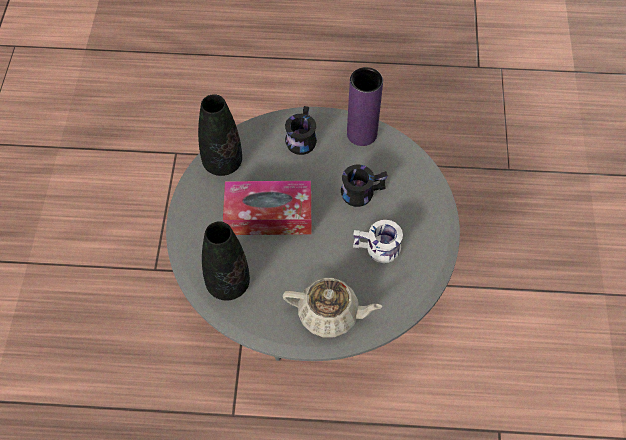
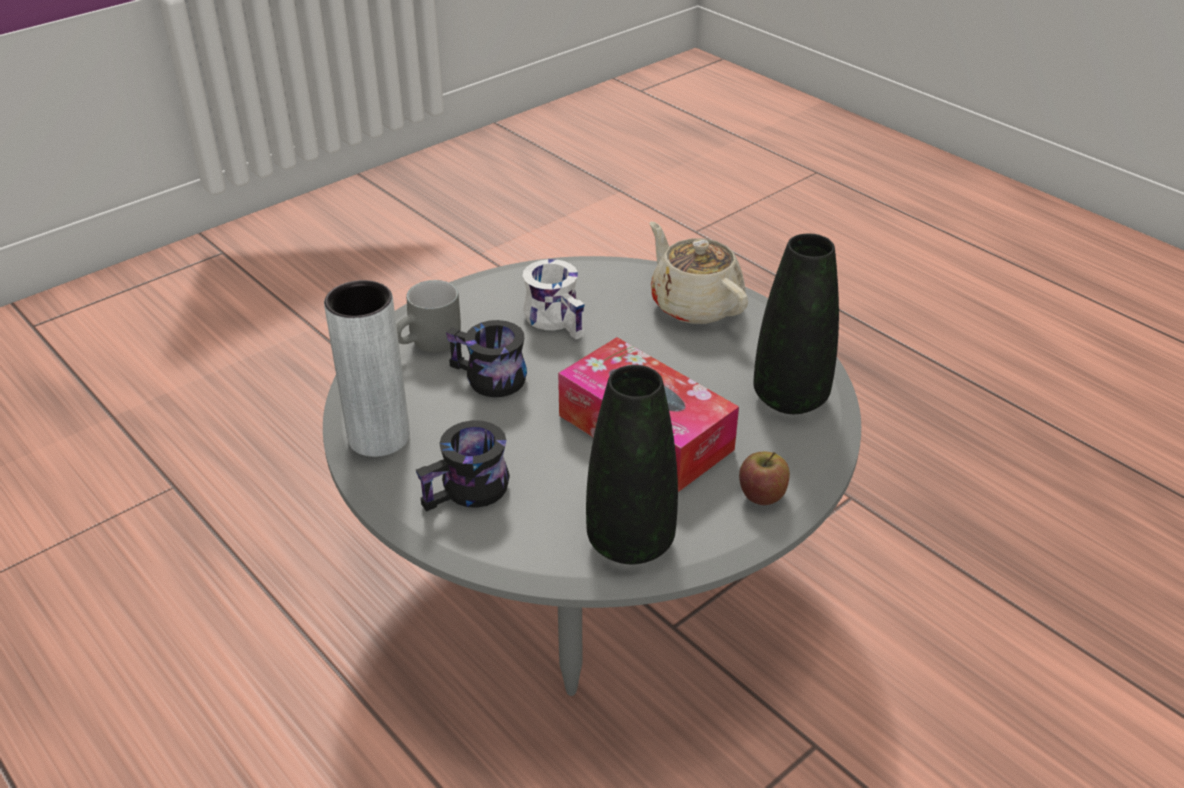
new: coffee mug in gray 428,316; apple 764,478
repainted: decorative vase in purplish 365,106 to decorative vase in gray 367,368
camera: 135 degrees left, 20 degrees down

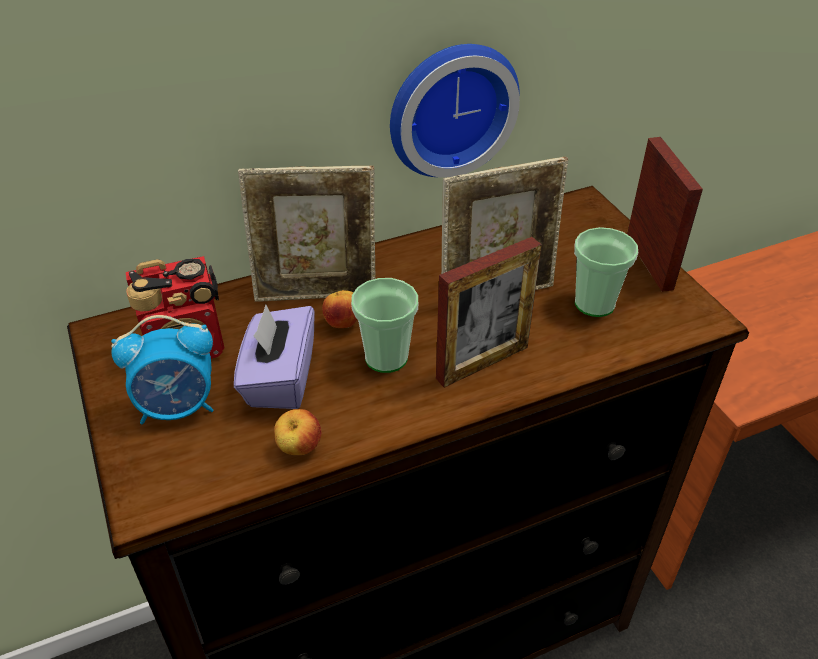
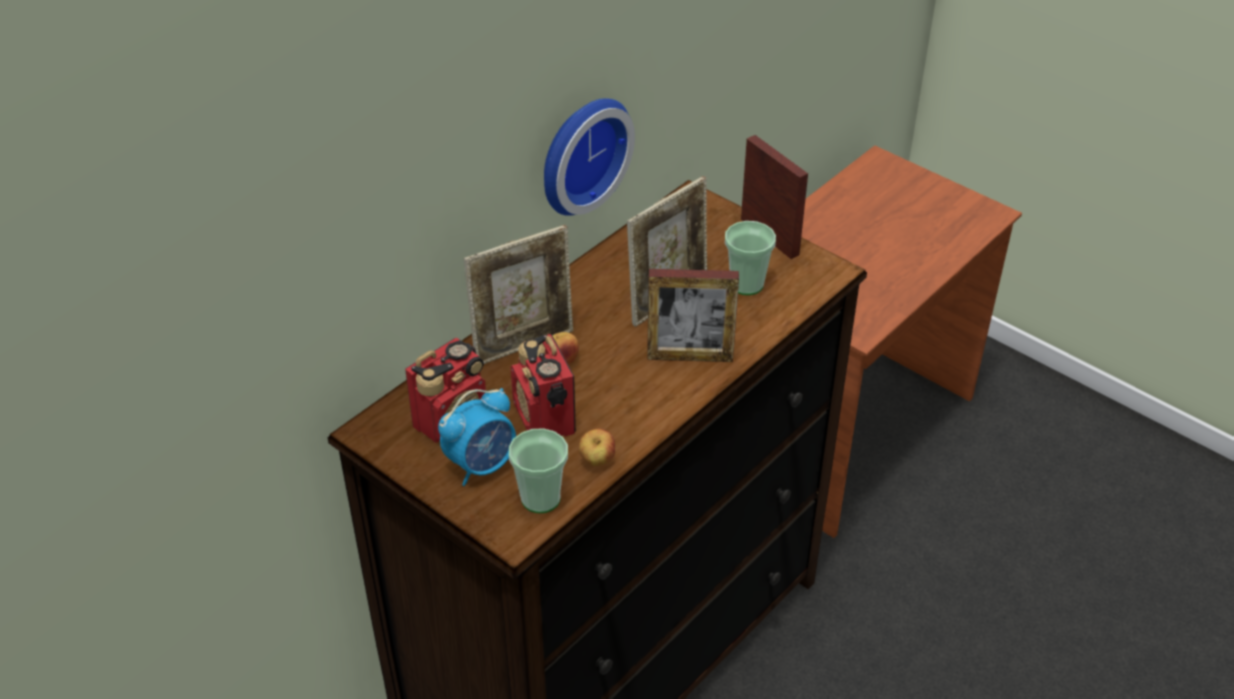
shifted: cup 384,325 to 538,470
swapped: tissue box in purplish 274,357 to radio receiver 543,385
rotated: photo frame 489,312 = 693,315 60 degrees clockwise
camera: 25 degrees left, 0 degrees up

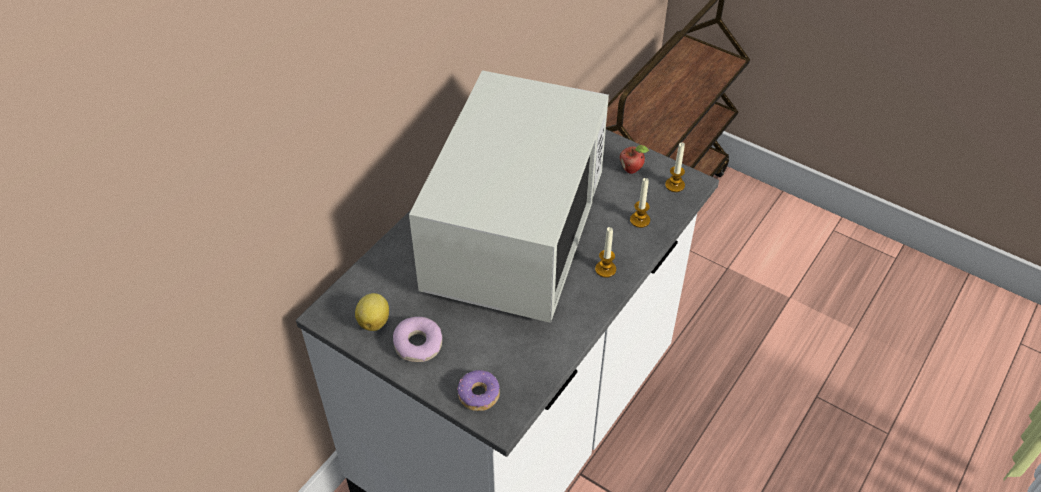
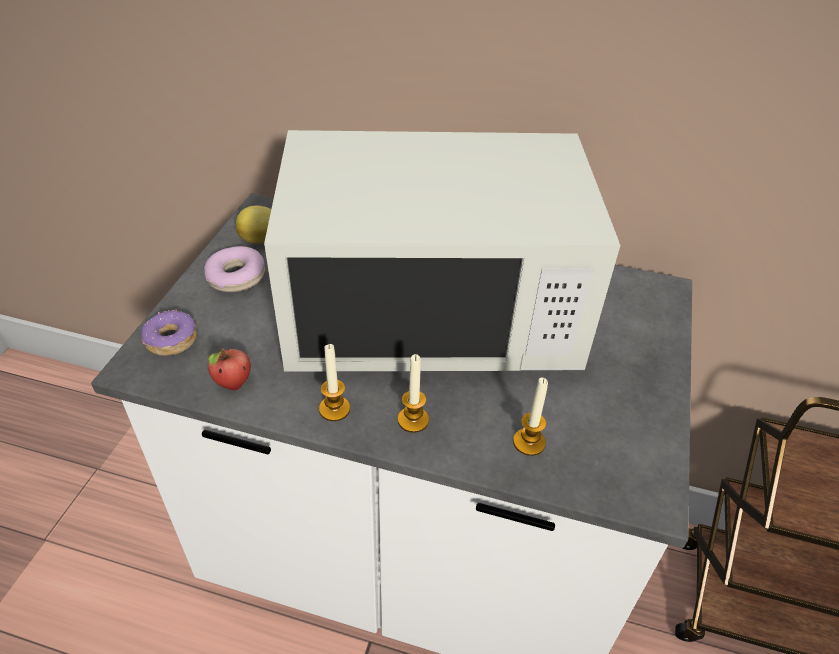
shifted: wax candle 675,167 to 334,382; apple 634,159 to 229,369
camera: 70 degrees right, 5 degrees down

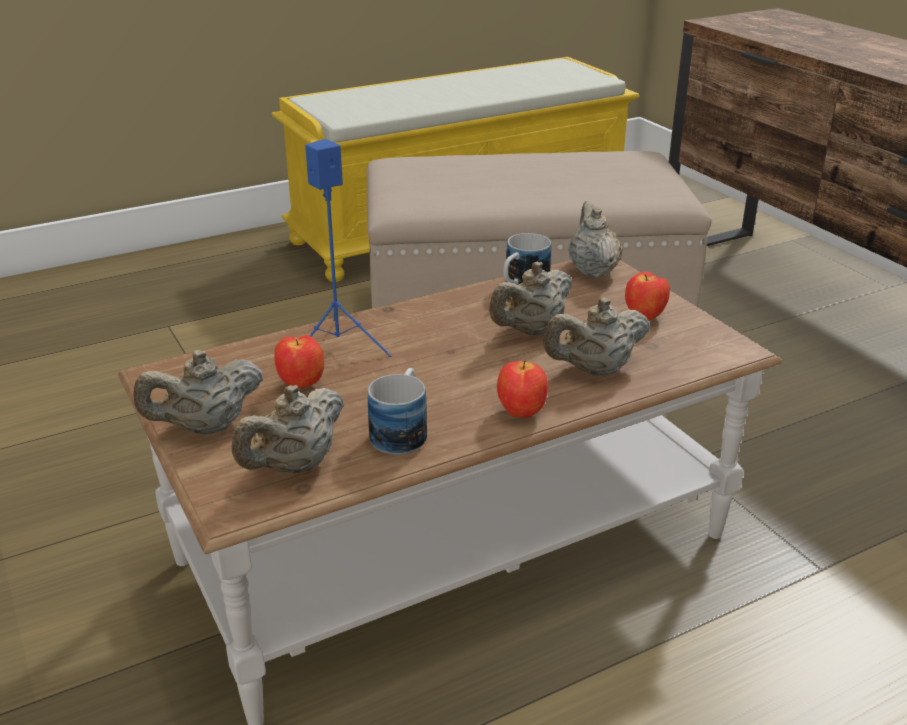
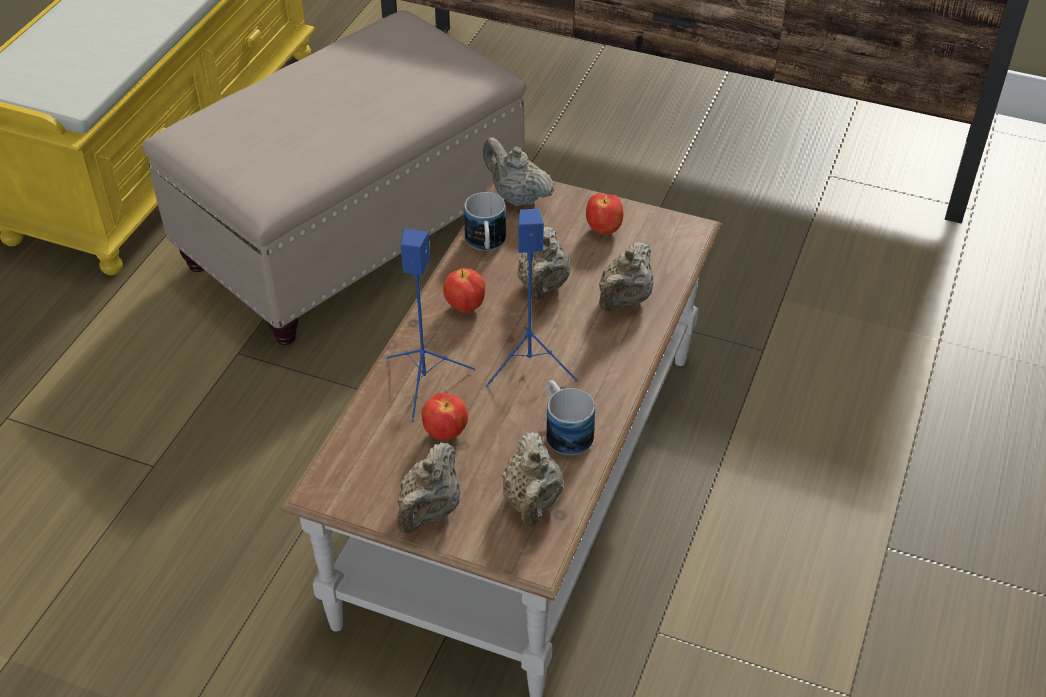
new: speaker in blue 532,298
shifted: apple 522,389 to 464,290
camera: 40 degrees left, 15 degrees up

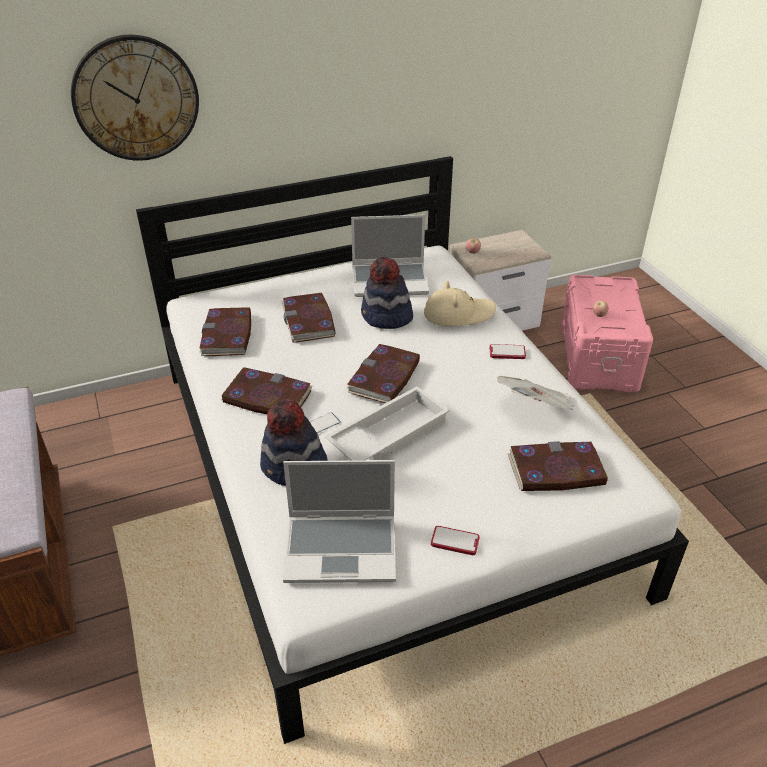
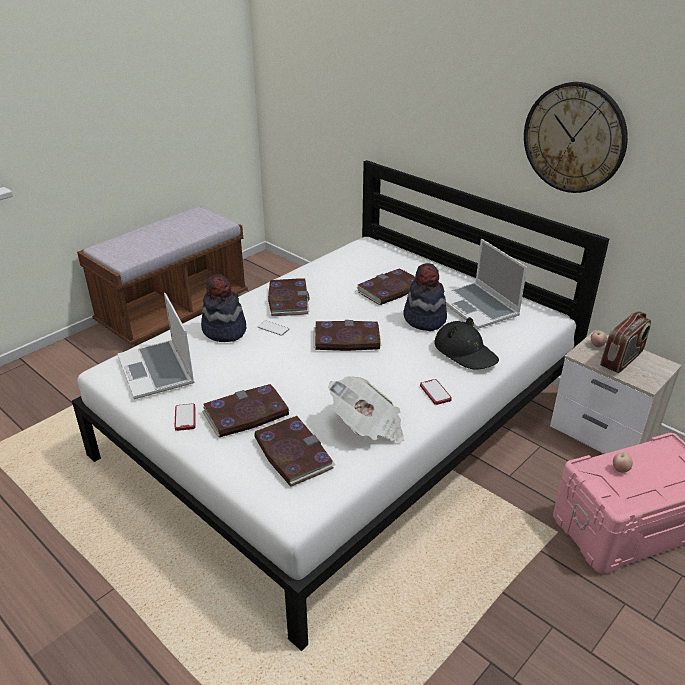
gone: serving tray in white-coloured 387,423
new: radio receiver 625,342
shifted: hanging clock 135,98 to 576,137; bound book 225,331 to 246,411
repainted: clothing hat in sand-coloured 460,303 to clothing hat in black 466,343
camera: 65 degrees right, 5 degrees down

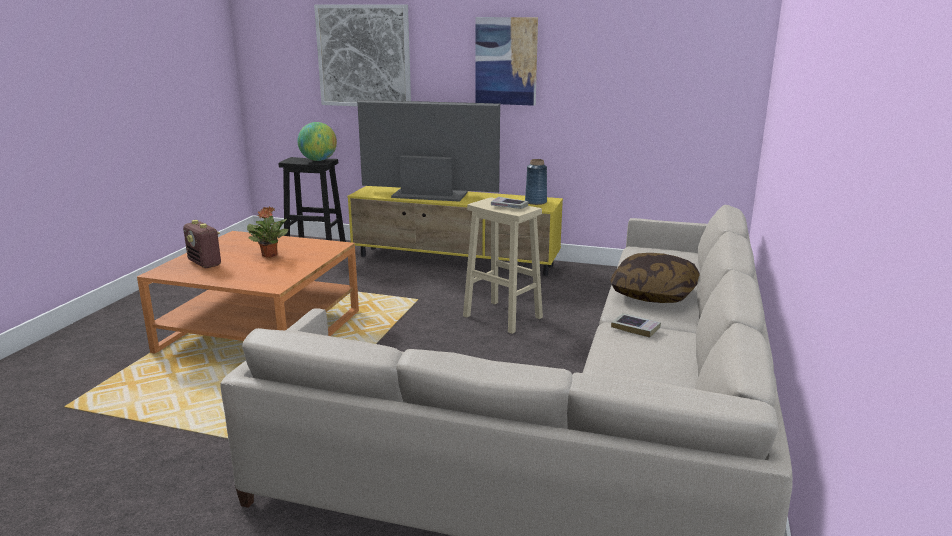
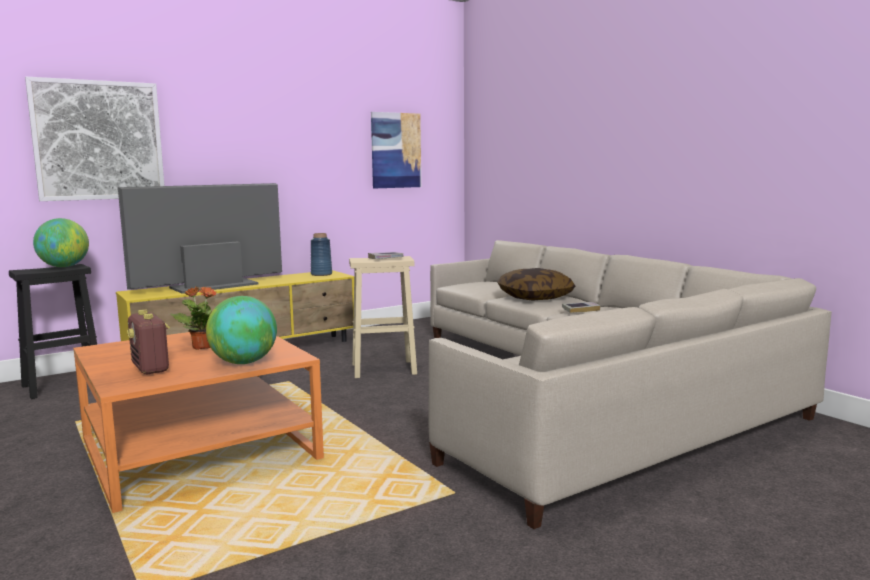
new: world globe 241,330
shifted: wall picture 506,61 to 396,150
rotated: radio receiver 202,244 = 148,342 60 degrees clockwise
camera: 50 degrees left, 10 degrees down

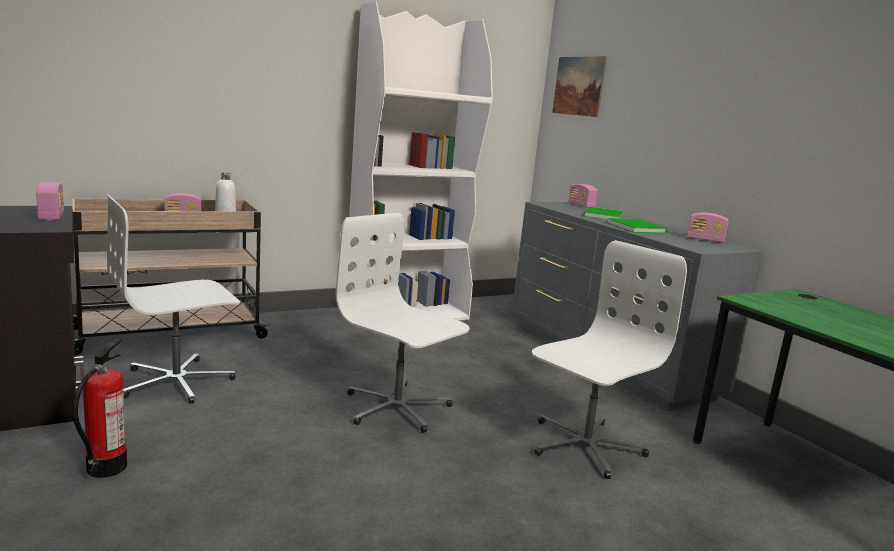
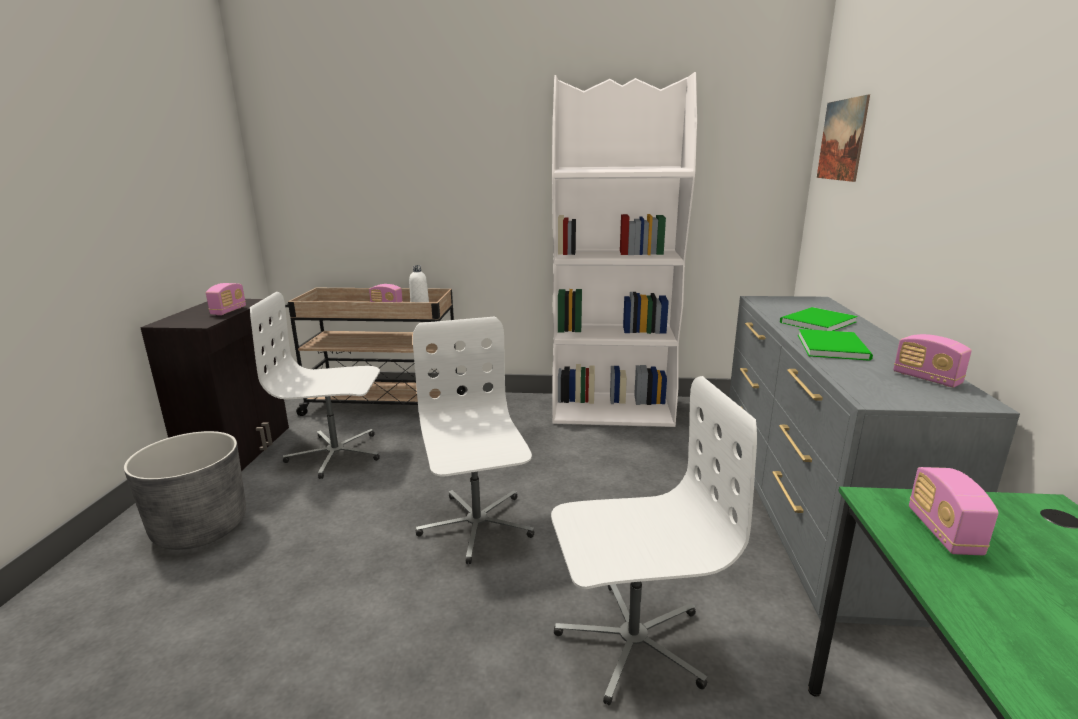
shifted: radio receiver 583,196 to 954,511
swapped: extinguisher 100,408 to plant pot in gray 185,490
camera: 35 degrees right, 5 degrees up

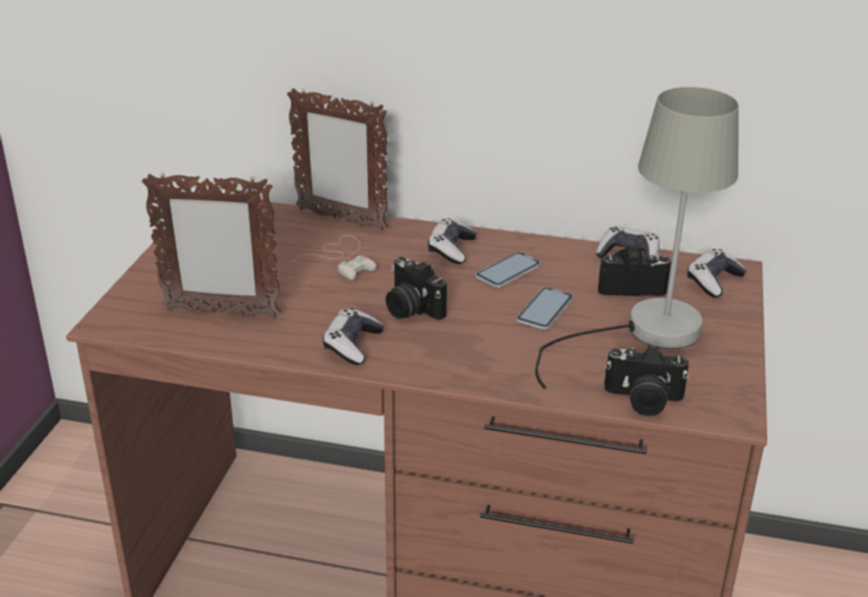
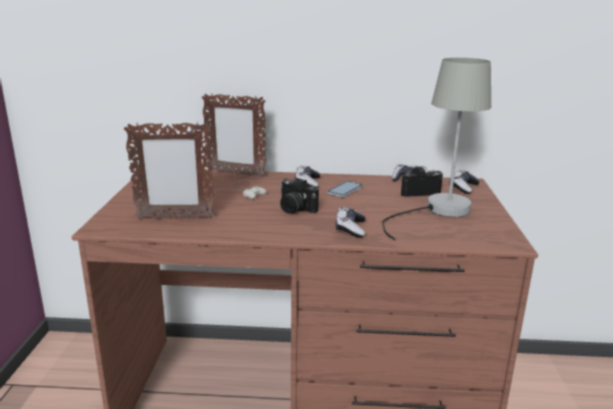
gone: phone 545,308; photo camera 646,380
shifted: joypad 353,336 to 350,222
camera: 10 degrees left, 10 degrees down

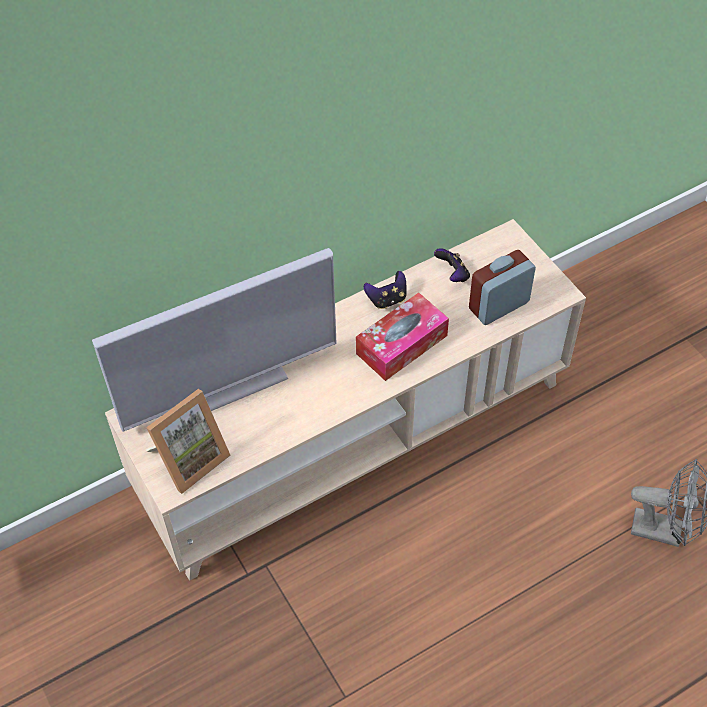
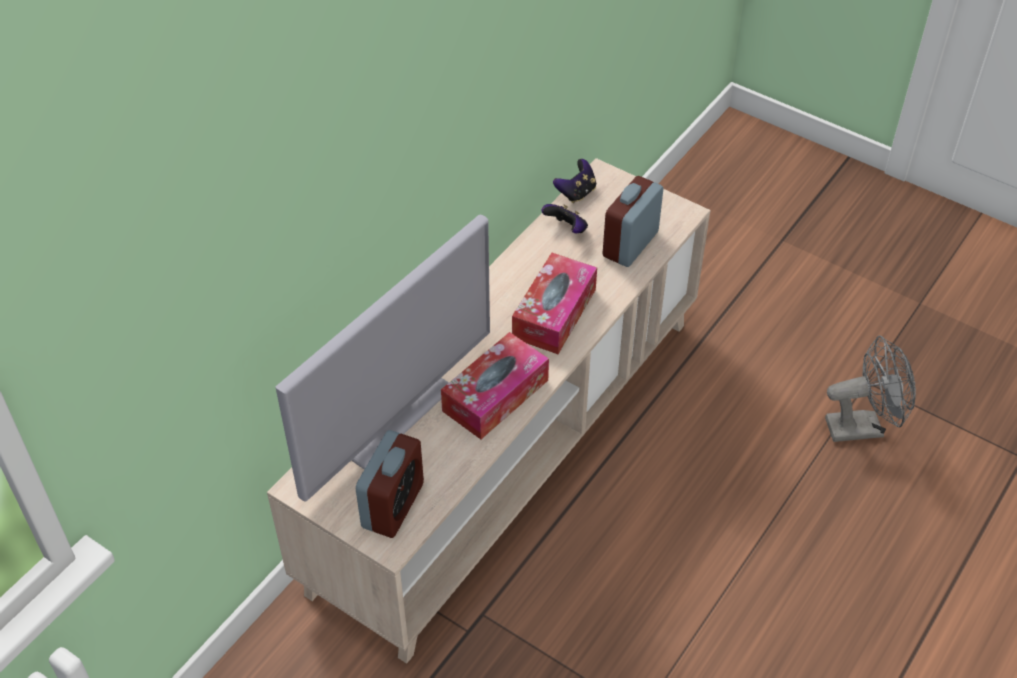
new: tissue box 495,385
shifted: joypad 385,290 to 574,181
swapped: photo frame 188,441 to bedside clock 390,484
camera: 25 degrees left, 5 degrees down

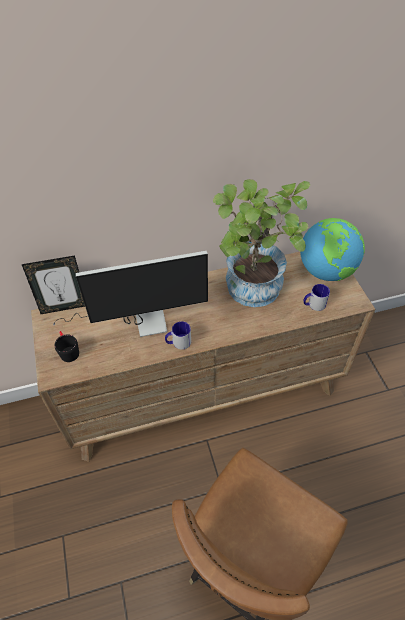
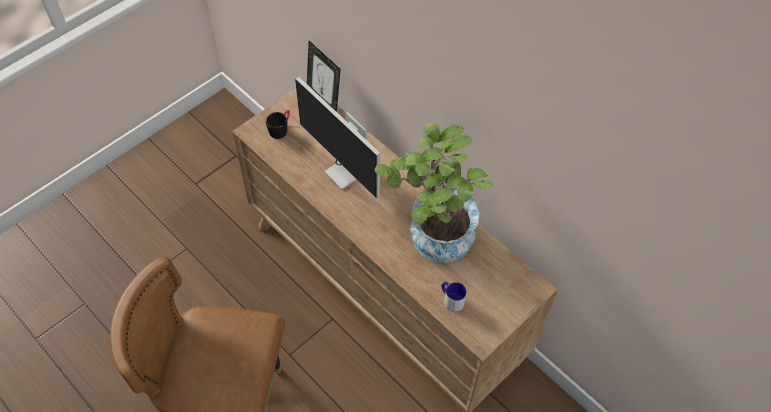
gone: world globe 332,249; coffee mug 178,335
camera: 60 degrees right, 5 degrees up

